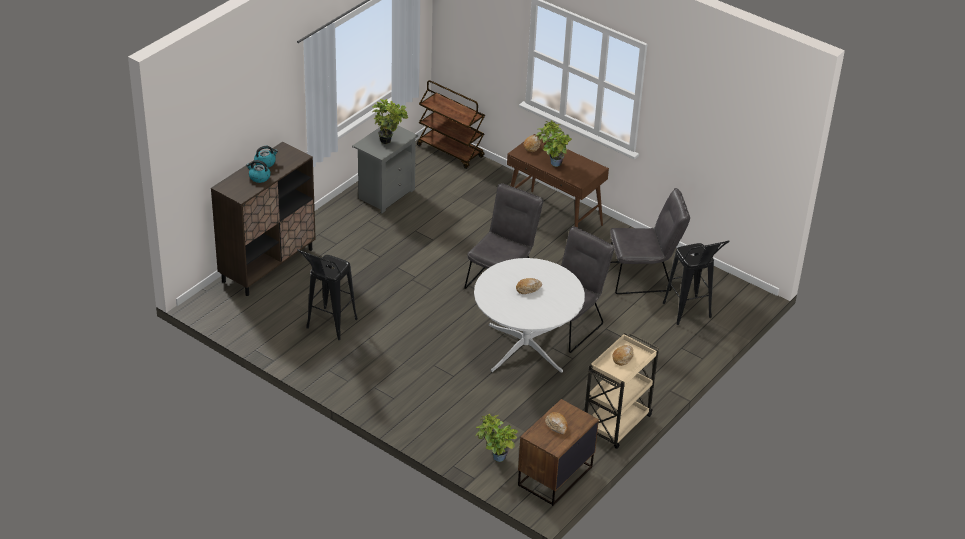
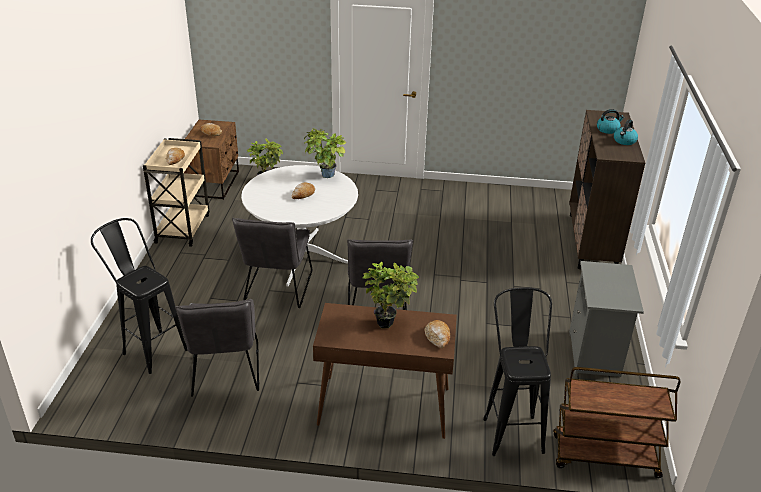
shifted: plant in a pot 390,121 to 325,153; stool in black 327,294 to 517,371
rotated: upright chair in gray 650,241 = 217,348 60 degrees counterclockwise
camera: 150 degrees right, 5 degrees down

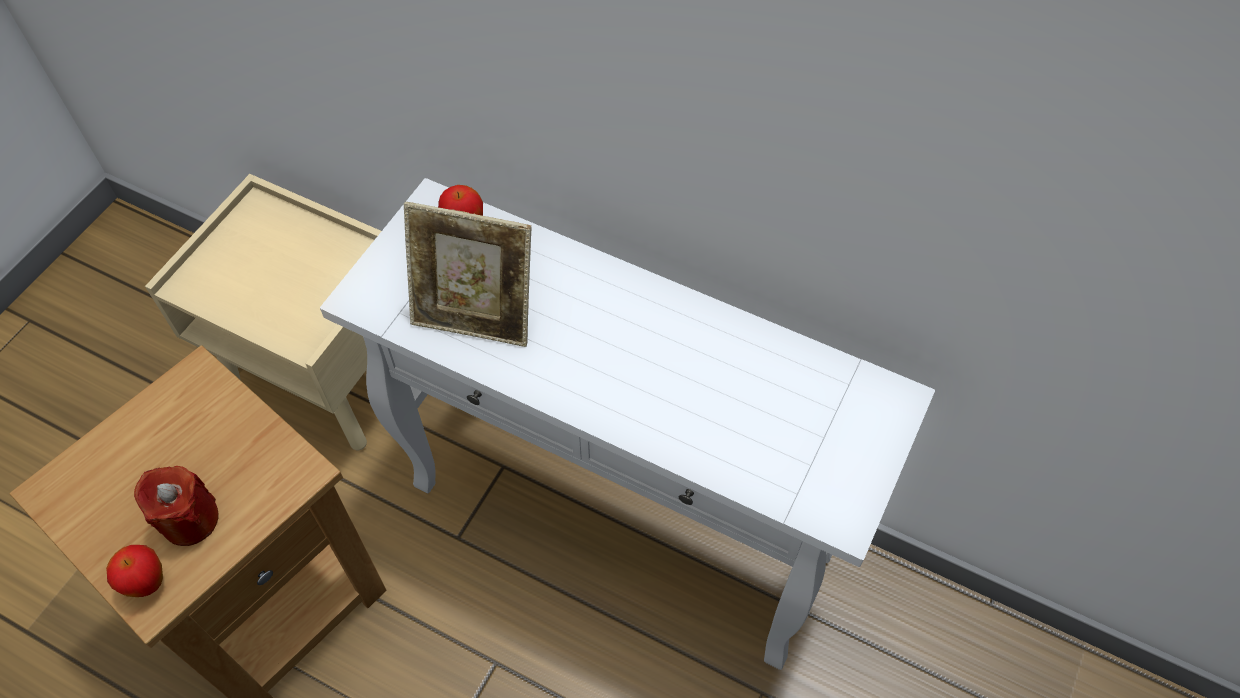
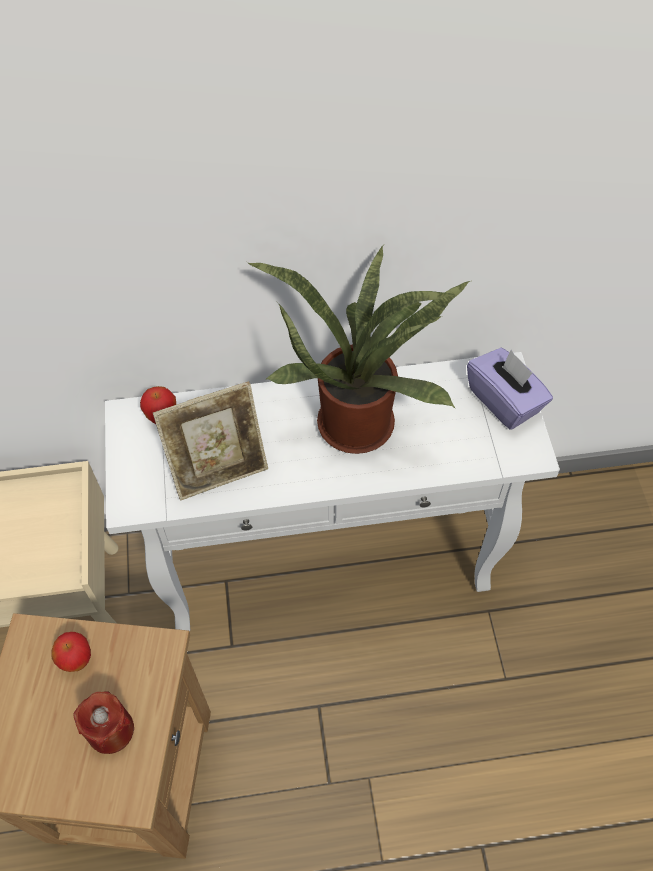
new: plant in a pot 358,350; tissue box in purplish 510,389
shifted: apple 134,571 to 71,652
camera: 35 degrees left, 0 degrees up

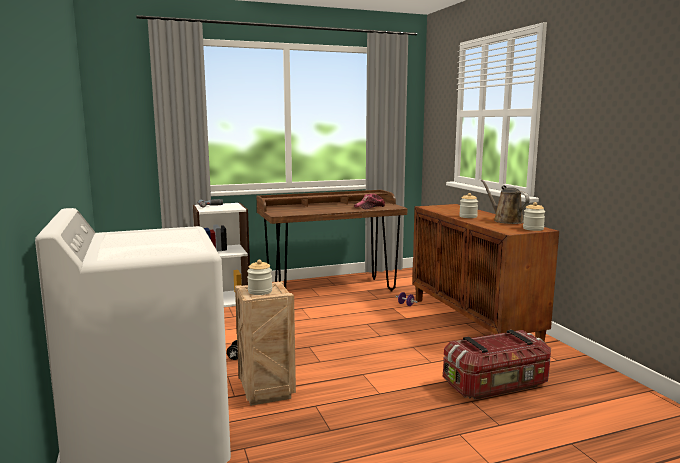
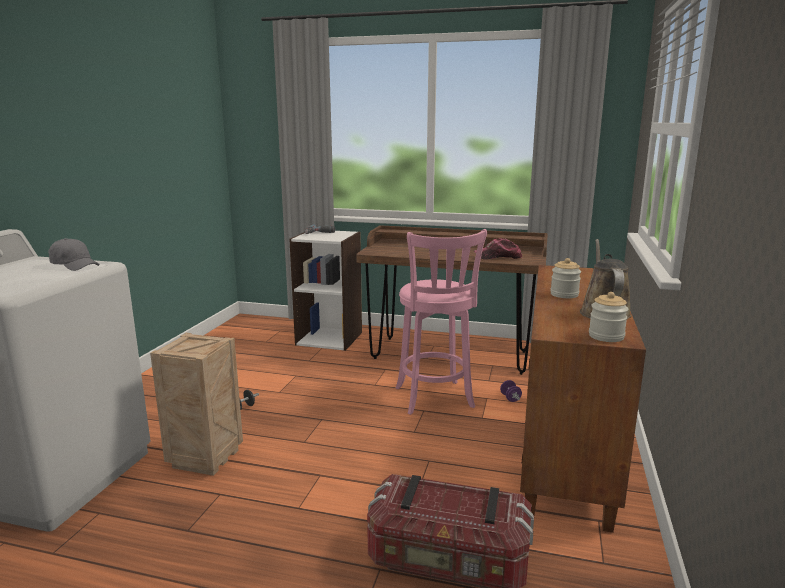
gone: jar 259,277
new: stool in pinkish 441,322; peaked cap in gray 74,254
camera: 35 degrees right, 5 degrees up

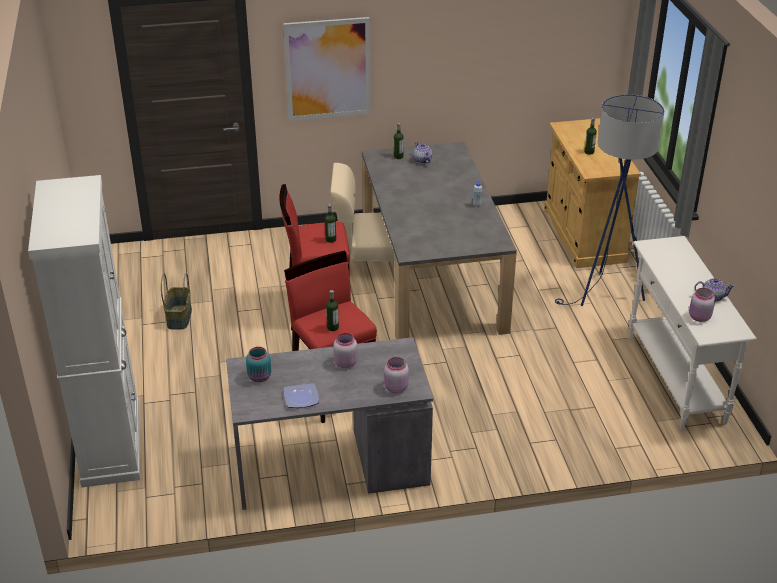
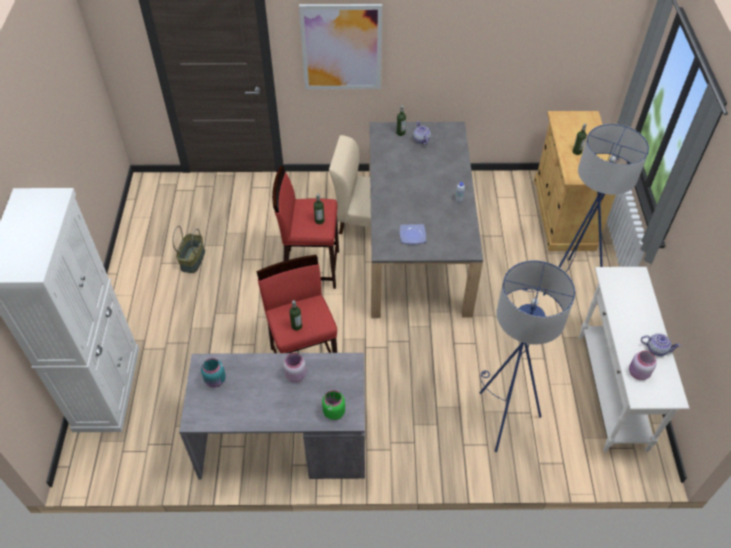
new: standard lamp in blue 527,356
shifted: dinner plate 301,395 to 413,234
repainted: jar in pinkish 396,375 to jar in greenish 333,405
camera: 10 degrees right, 15 degrees up

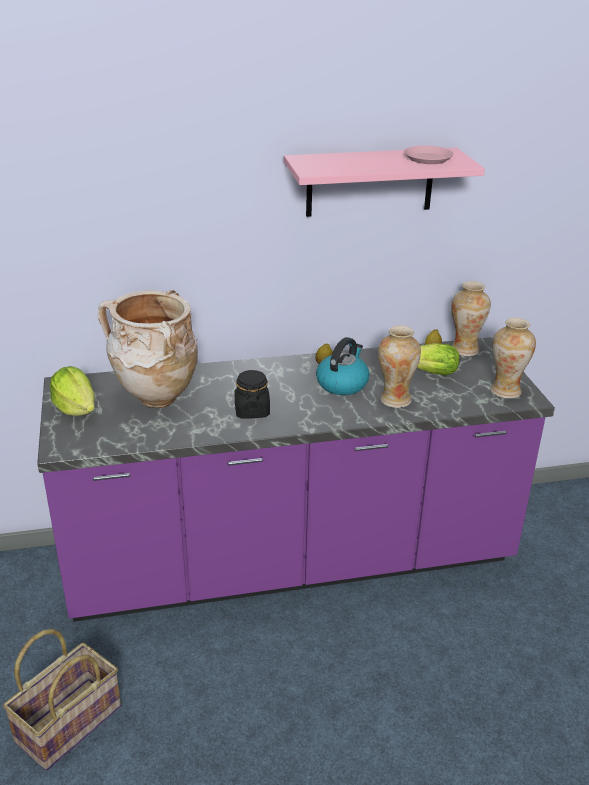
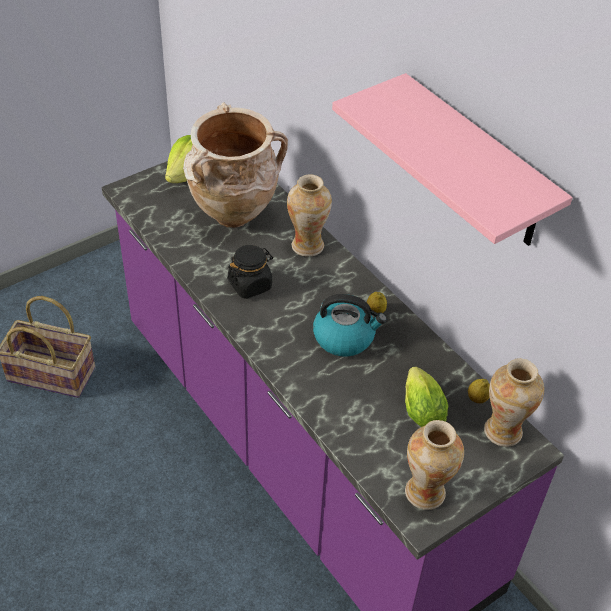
gone: dinner plate in pinkish 428,155
shifted: decorative vase 399,366 to 309,215
camera: 65 degrees right, 15 degrees up

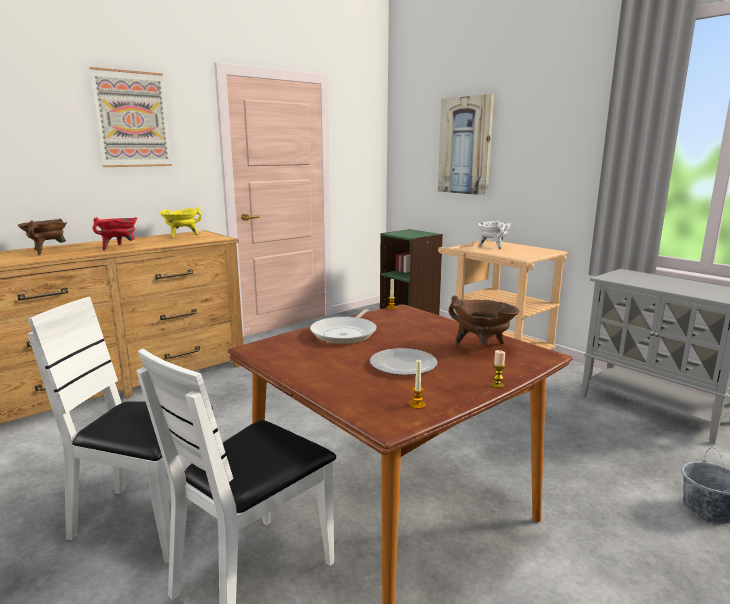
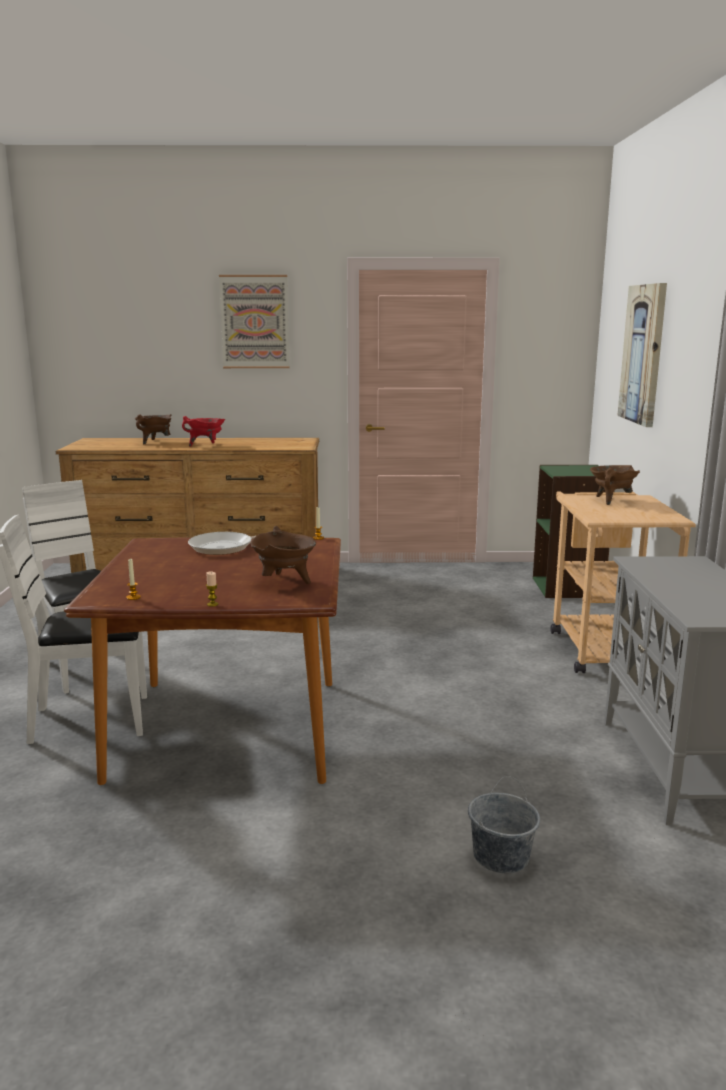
gone: saucepot in yellow-coloured 180,222; dinner plate 404,361
repainted: saucepot in white-coloured 494,235 to saucepot in brown 615,485
camera: 40 degrees right, 0 degrees up

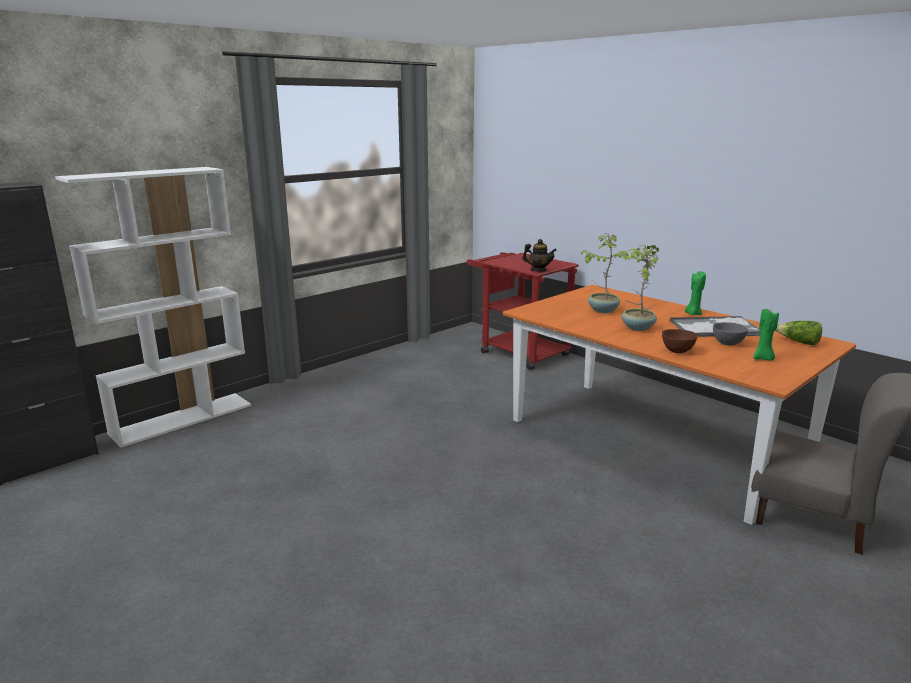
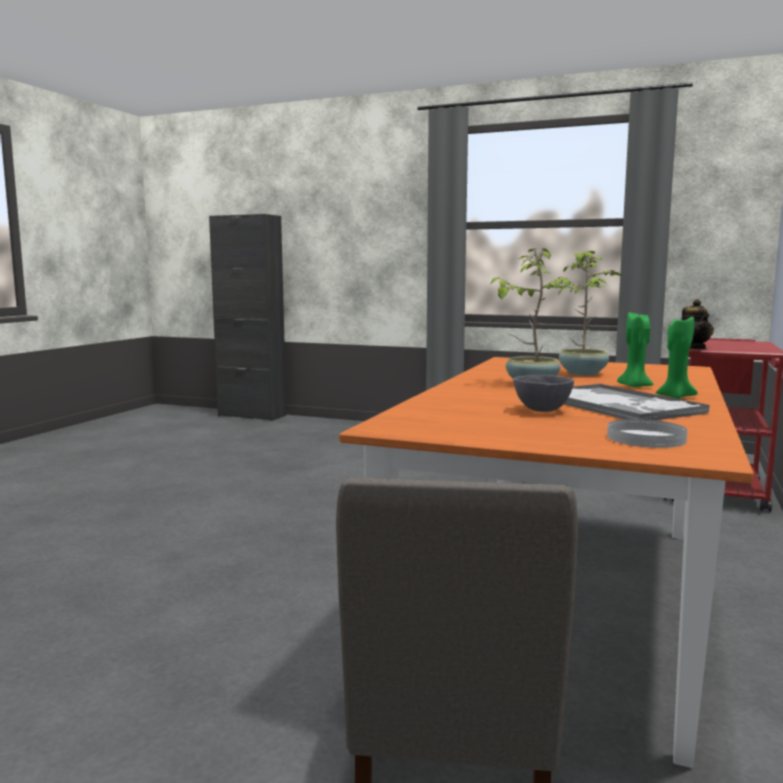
gone: shelving unit in white-coloured 153,307; deep dish in brown 680,341
shifted: wax candle in greenish 766,334 to 635,348
swapped: head of lettuce 799,333 to dinner plate in white-coloured 647,433
camera: 65 degrees right, 10 degrees down

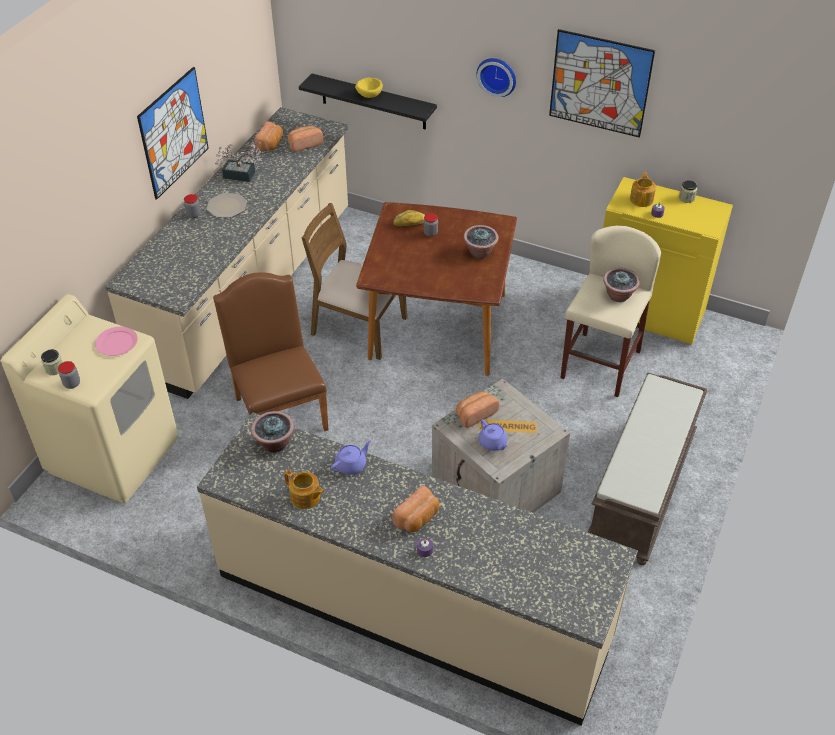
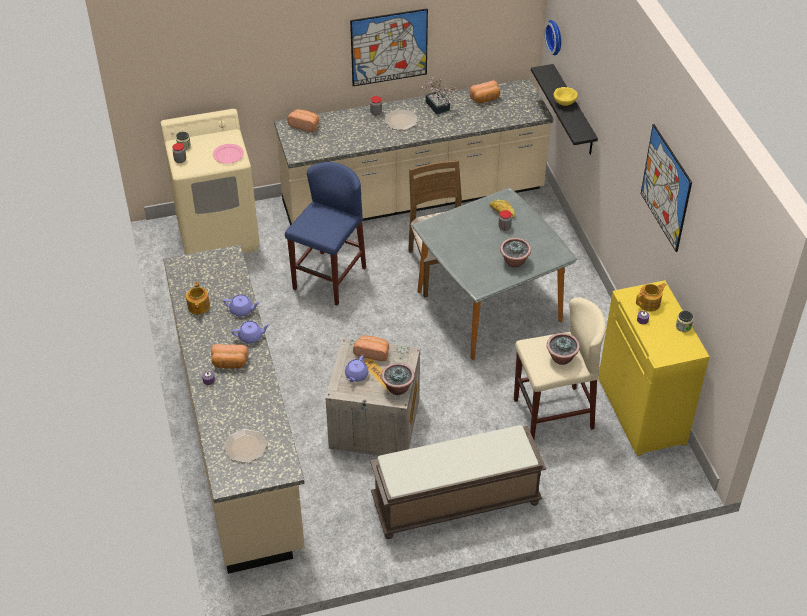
new: tea pot in purplish 251,332; dinner plate 246,446
shifted: hanging clock 496,77 to 553,37; bakery bread 305,139 to 303,120; plant in a pot 272,432 to 398,379
swapped: upright chair in brown 270,351 to stool in blue 325,234
repainted: kitchen table in brown 436,289 to kitchen table in gray 494,274
camera: 50 degrees right, 0 degrees up

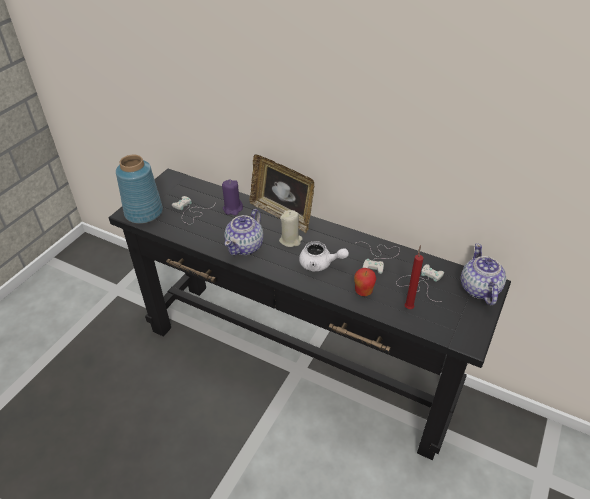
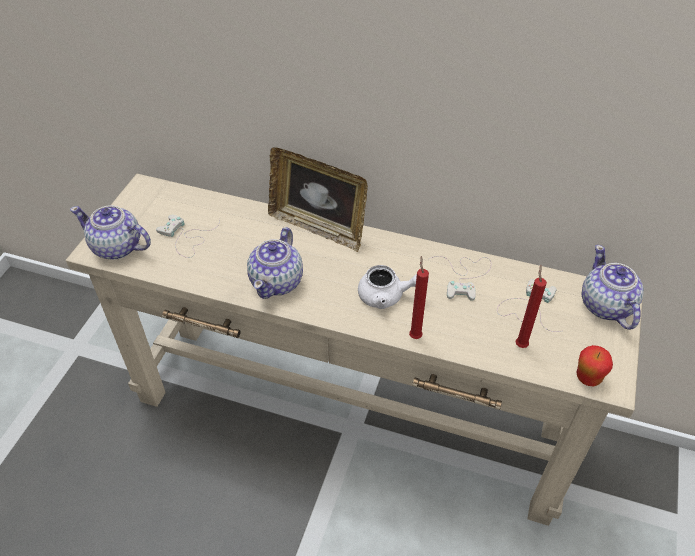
gone: wax candle in purplish 232,197; wax candle in sand-coloured 291,228
new: wax candle in reddish 419,297
shifted: apple 365,282 to 595,365
swapped: decorative vase in blue 139,189 to tea pot 110,232
repainted: hall table in black 310,314 to hall table in sand-coloured 354,350
camera: 10 degrees left, 5 degrees up

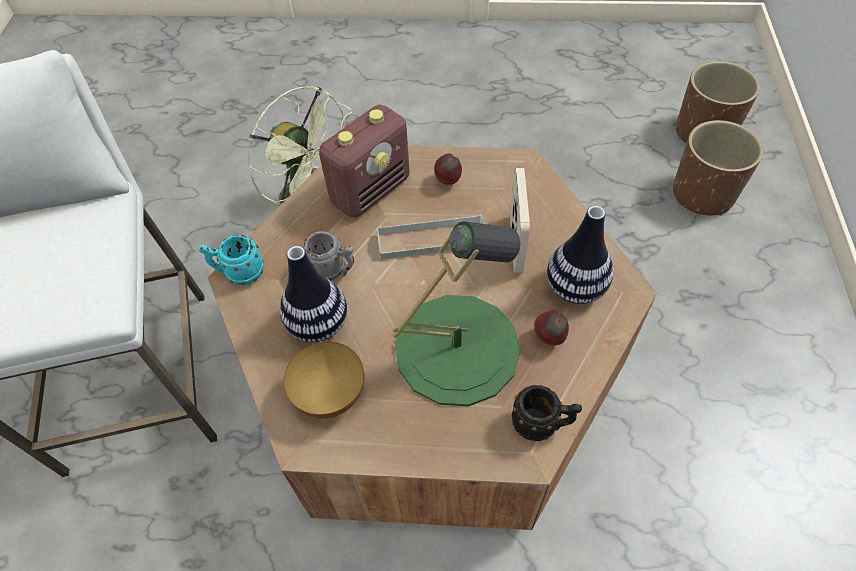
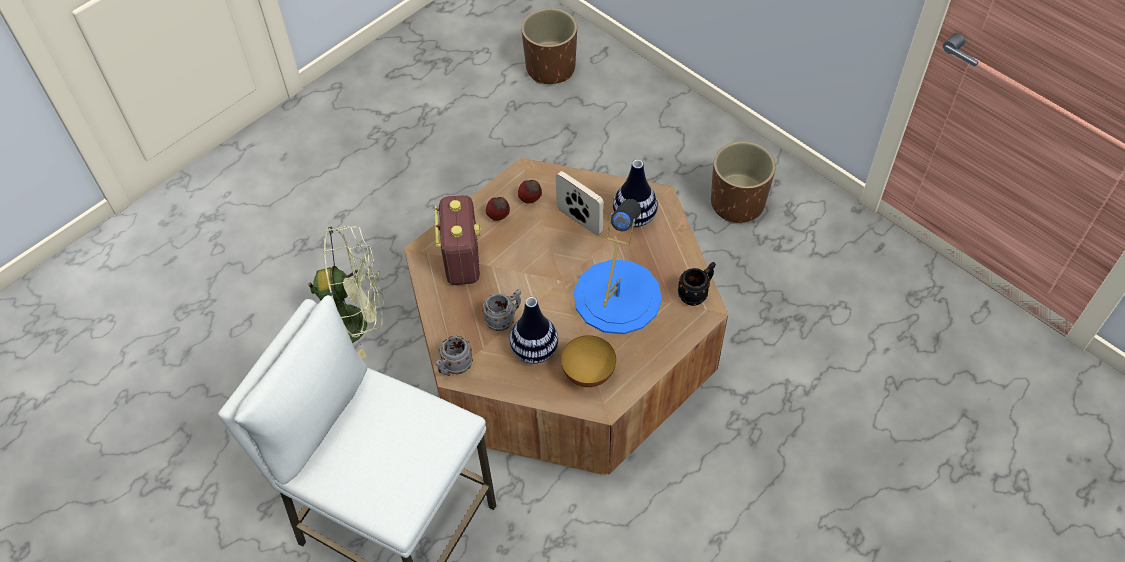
gone: serving tray in gray 430,237
shifted: plant pot in brown 718,168 to 743,182; apple 551,327 to 530,192
repainted: table lamp in greenish 457,313 to table lamp in blue 618,266; coffee mug in turquoise 230,260 to coffee mug in gray 454,356
camera: 50 degrees left, 0 degrees up

